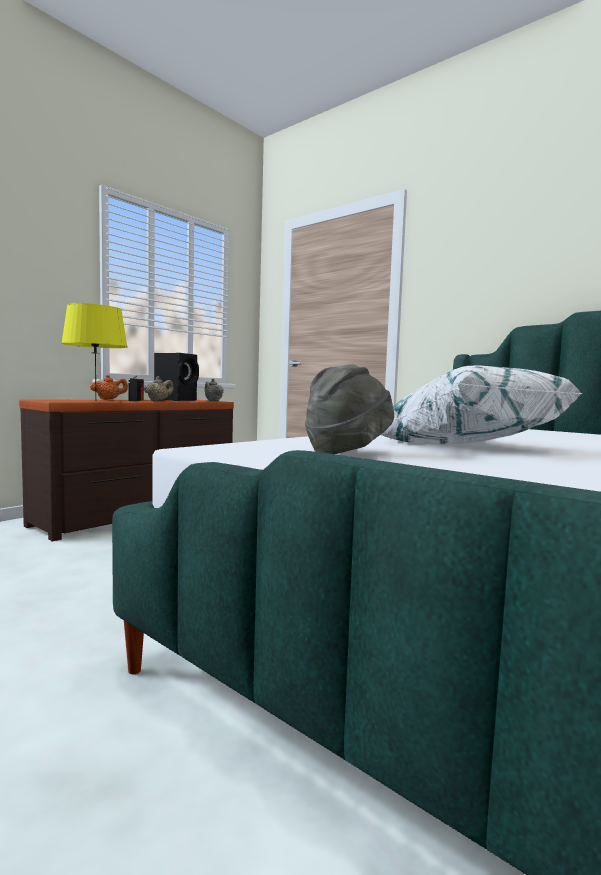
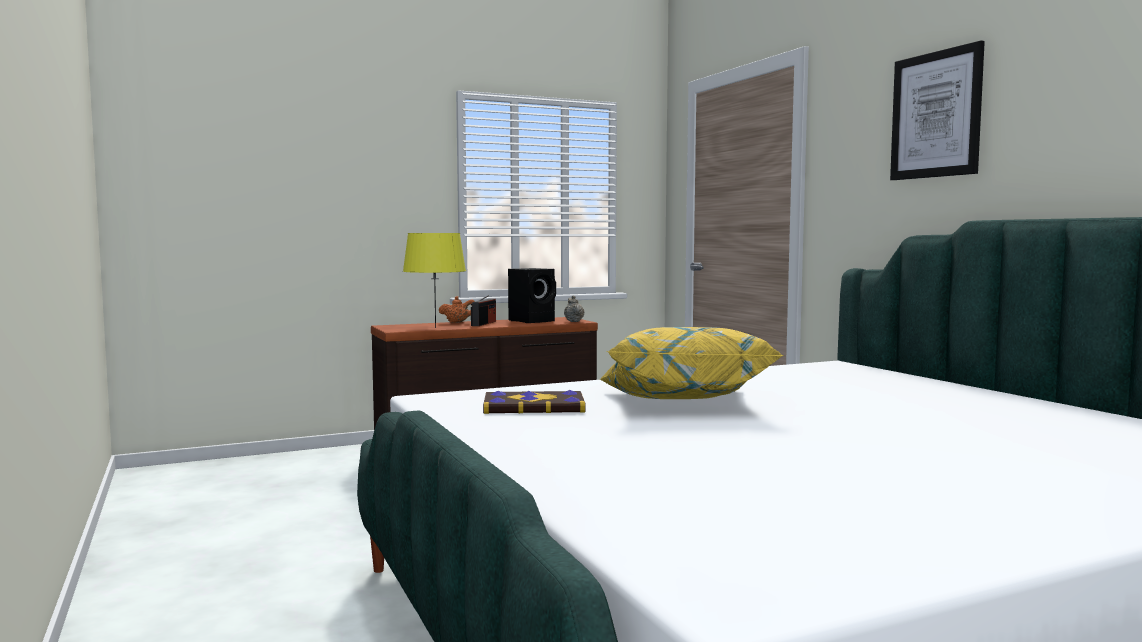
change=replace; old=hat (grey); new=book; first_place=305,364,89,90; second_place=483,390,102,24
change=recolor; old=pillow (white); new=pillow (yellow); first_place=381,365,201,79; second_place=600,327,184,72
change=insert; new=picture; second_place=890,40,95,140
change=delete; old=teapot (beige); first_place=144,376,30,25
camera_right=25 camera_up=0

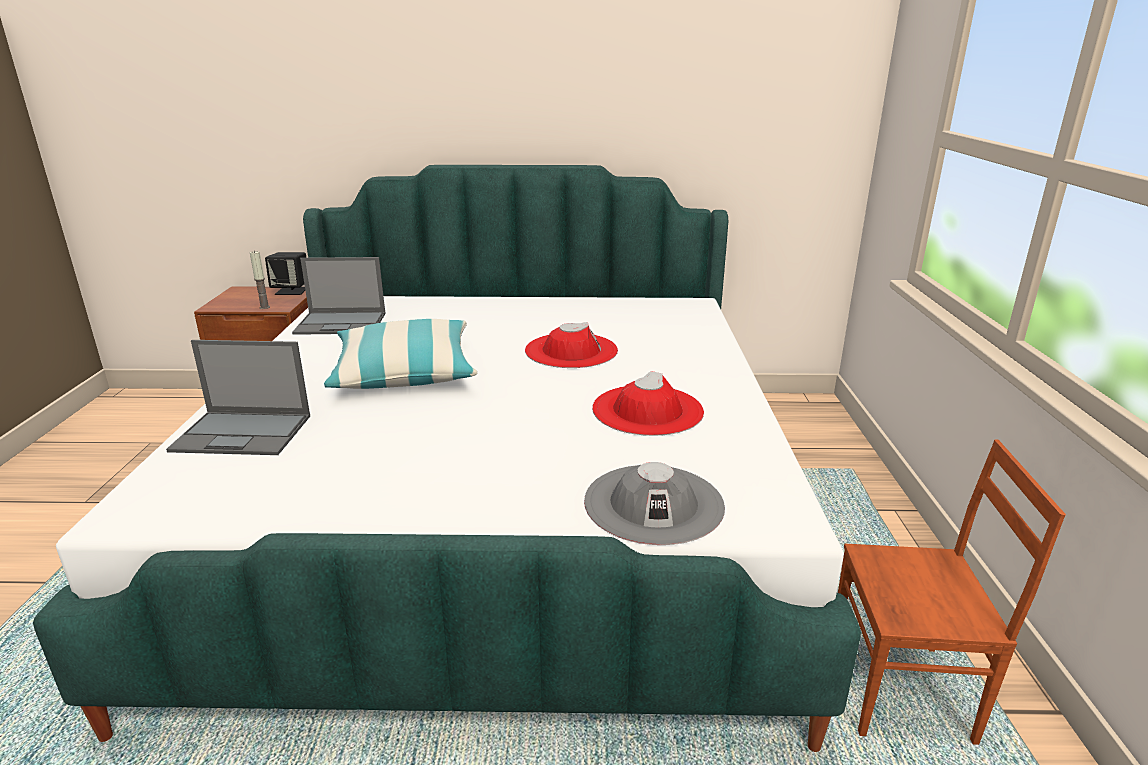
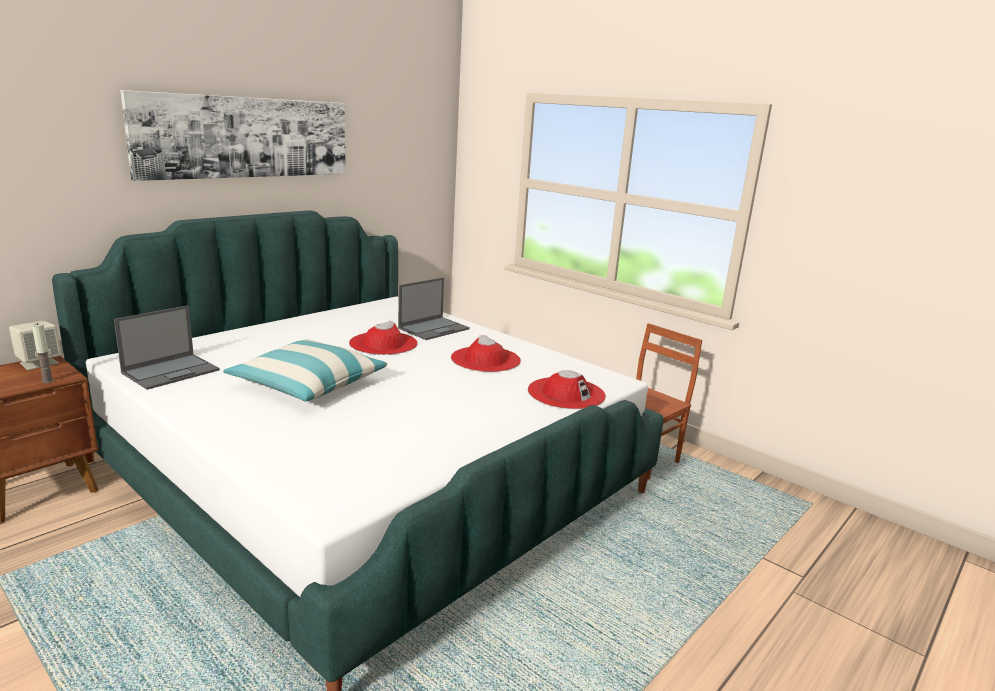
change=recolor; old=speaker (black); new=speaker (beige); first_place=265,252,41,43; second_place=9,321,53,49
change=insert; new=picture; second_place=120,90,226,91
change=move; old=laptop; first_place=166,340,144,115; second_place=398,277,72,63
change=recolor; old=hat (grey); new=hat (red); first_place=584,462,141,83; second_place=528,370,78,39
camera_right=-50 camera_up=-5

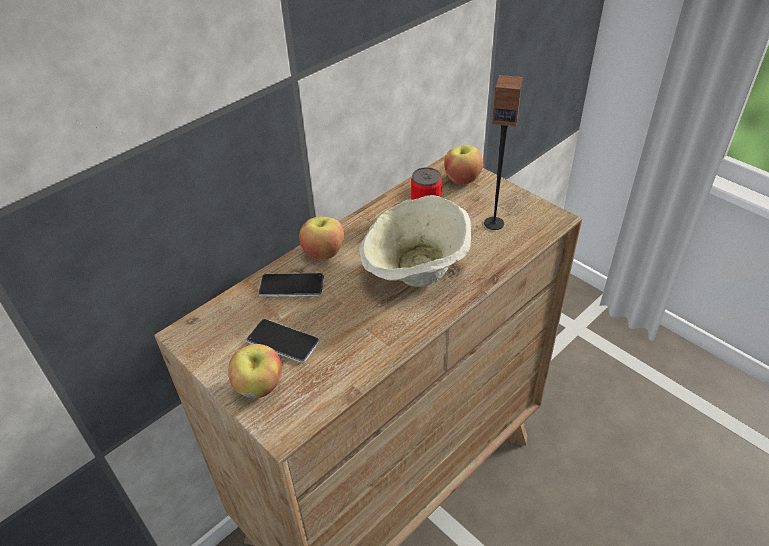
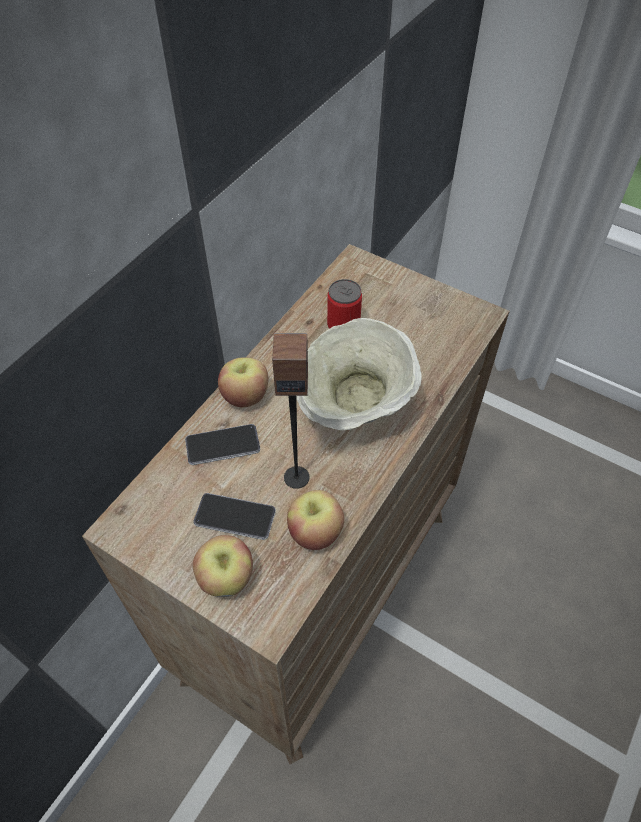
change=move; old=speaker; first_place=484,75,39,155; second_place=272,333,38,156
change=move; old=apple; first_place=444,145,39,40; second_place=287,490,57,60
camera_right=-15 camera_up=10

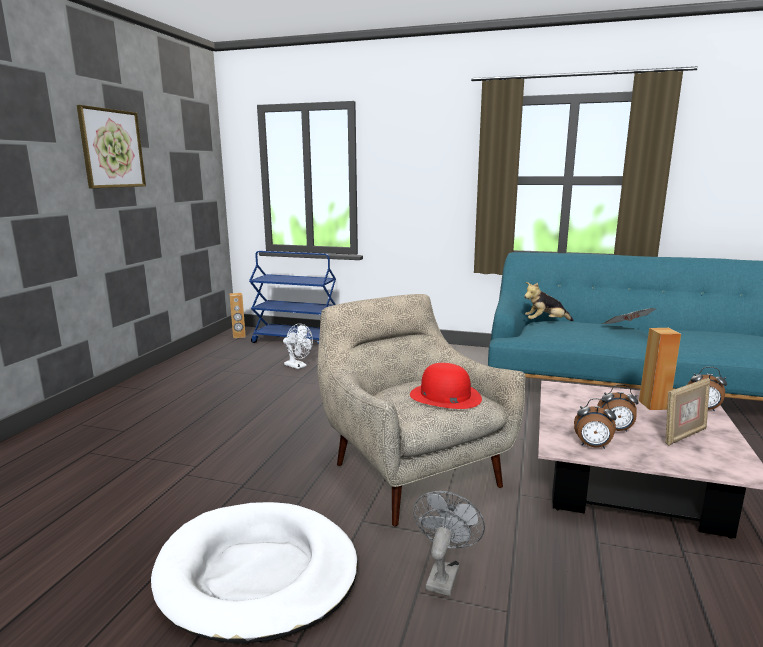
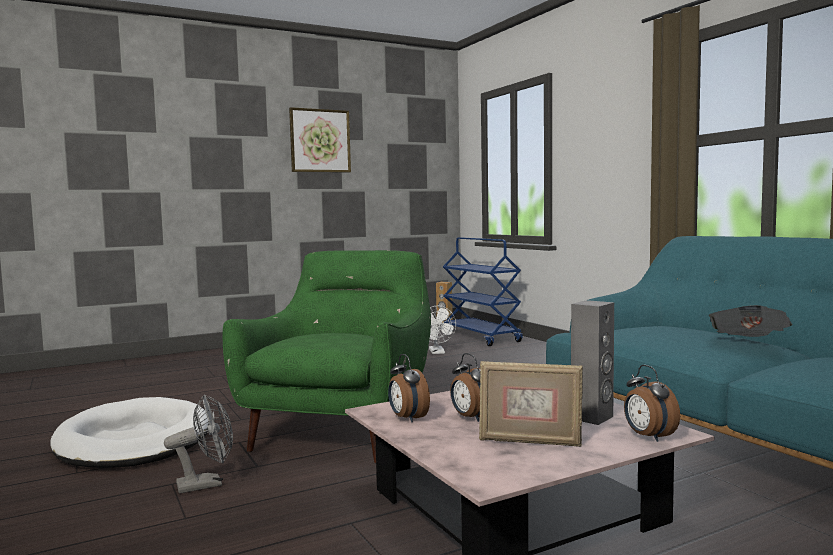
change=recolor; old=armchair (beige); new=armchair (green); first_place=317,294,208,232; second_place=223,250,208,213
change=recolor; old=speaker (brown); new=speaker (grey); first_place=639,328,42,82; second_place=571,300,43,125
change=delete; old=hat (red); first_place=410,363,72,46
change=delete; old=plush toy; first_place=524,282,50,39
camera_right=45 camera_up=-10

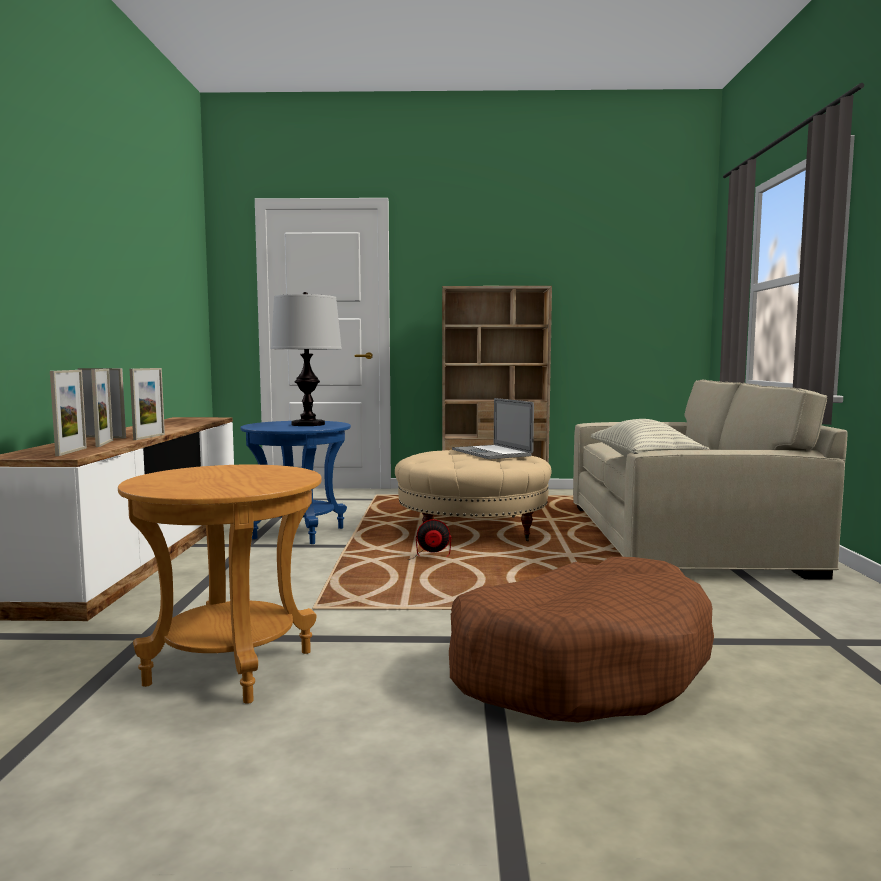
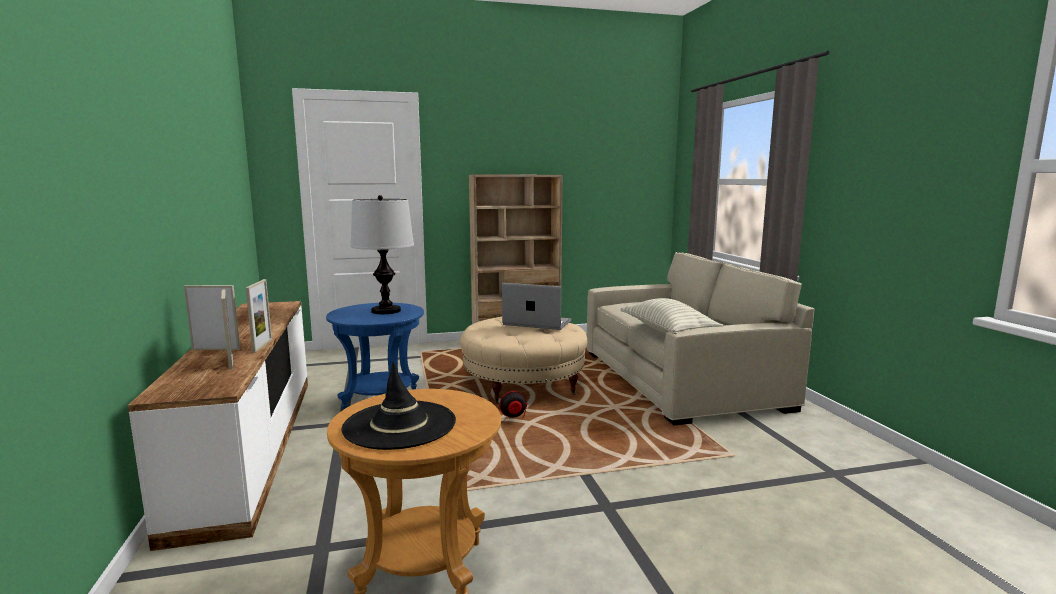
change=insert; new=hat (black); second_place=342,361,114,89
change=rotate; old=laptop; first_place=452,398,82,61; second_place=502,283,69,47; degrees=150
change=delete; old=picture frame; first_place=50,370,37,86
change=delete; old=dog bed (brown); first_place=449,557,265,165
camera_right=-15 camera_up=5

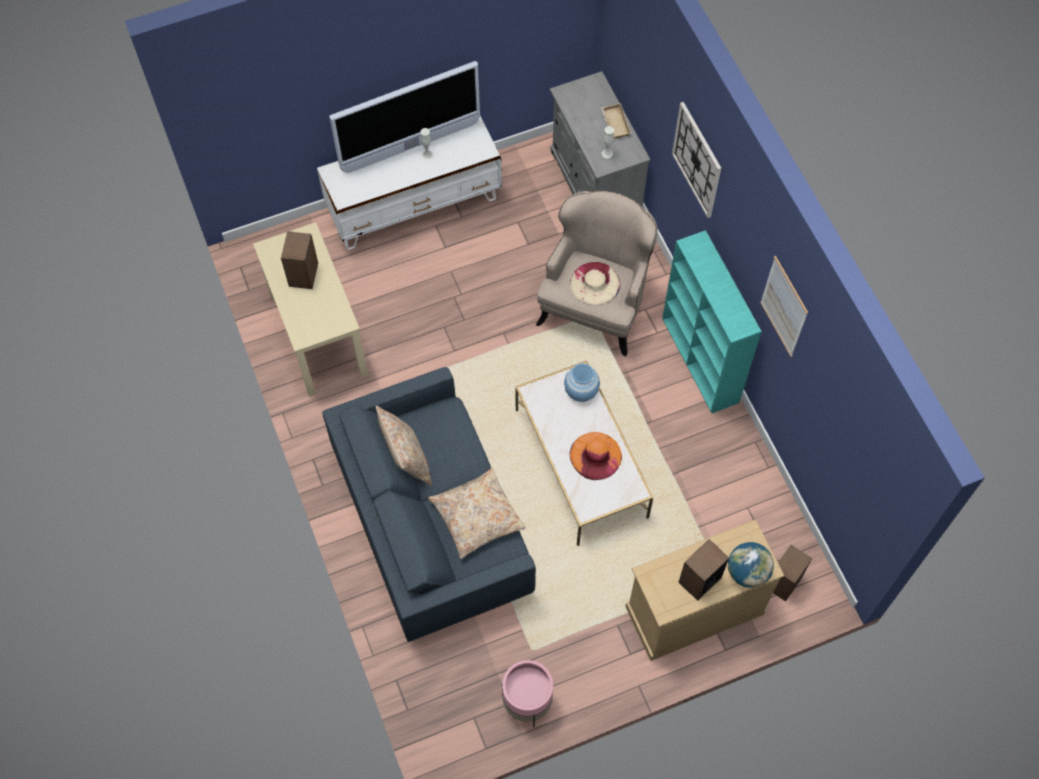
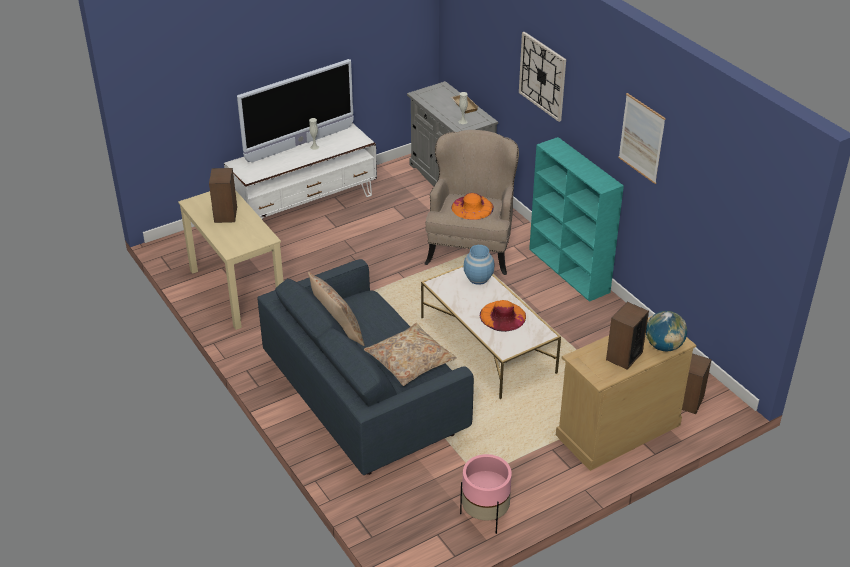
change=recolor; old=hat (beige); new=hat (orange); first_place=570,262,50,43; second_place=451,193,43,27
camera_right=-10 camera_up=-25

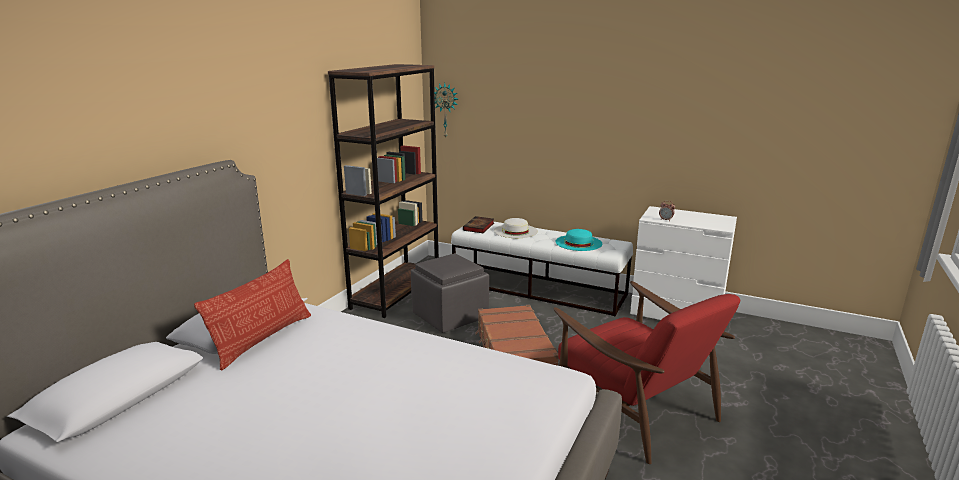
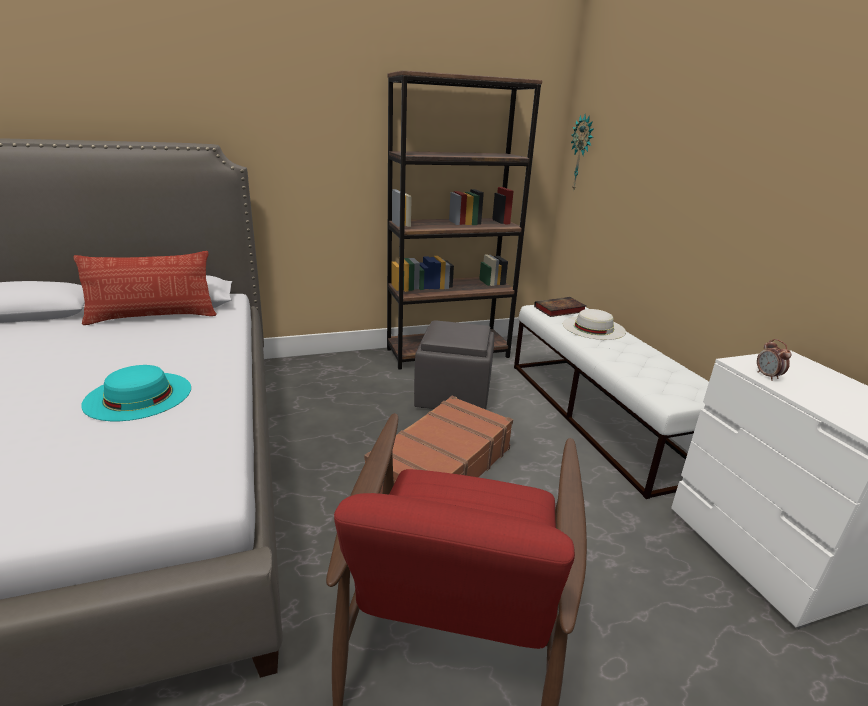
change=move; old=hat (turquoise); first_place=555,229,47,22; second_place=81,365,110,56
camera_right=45 camera_up=5

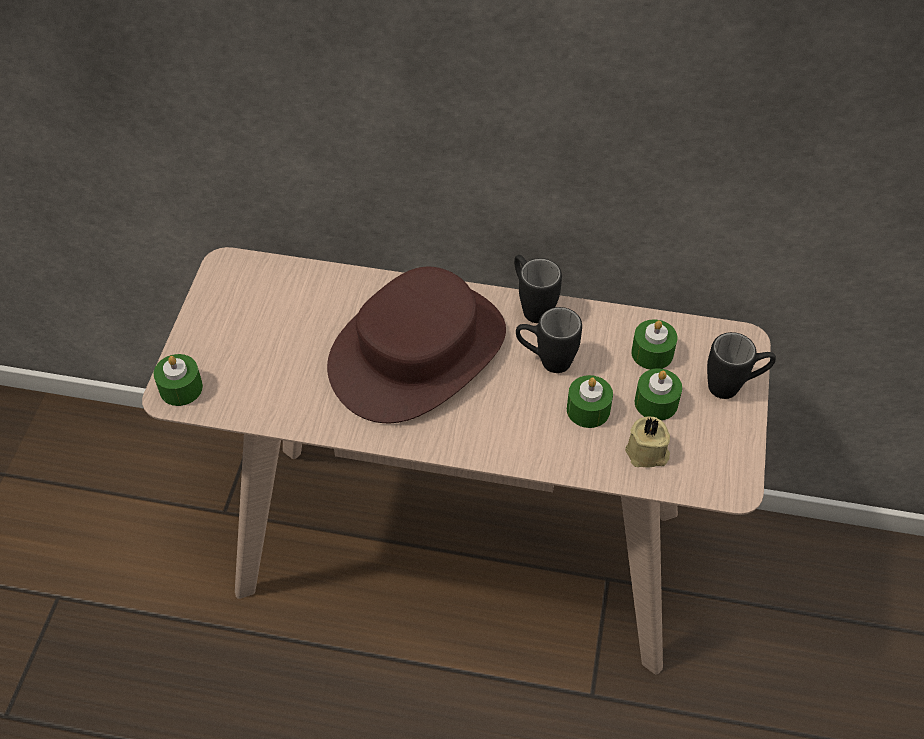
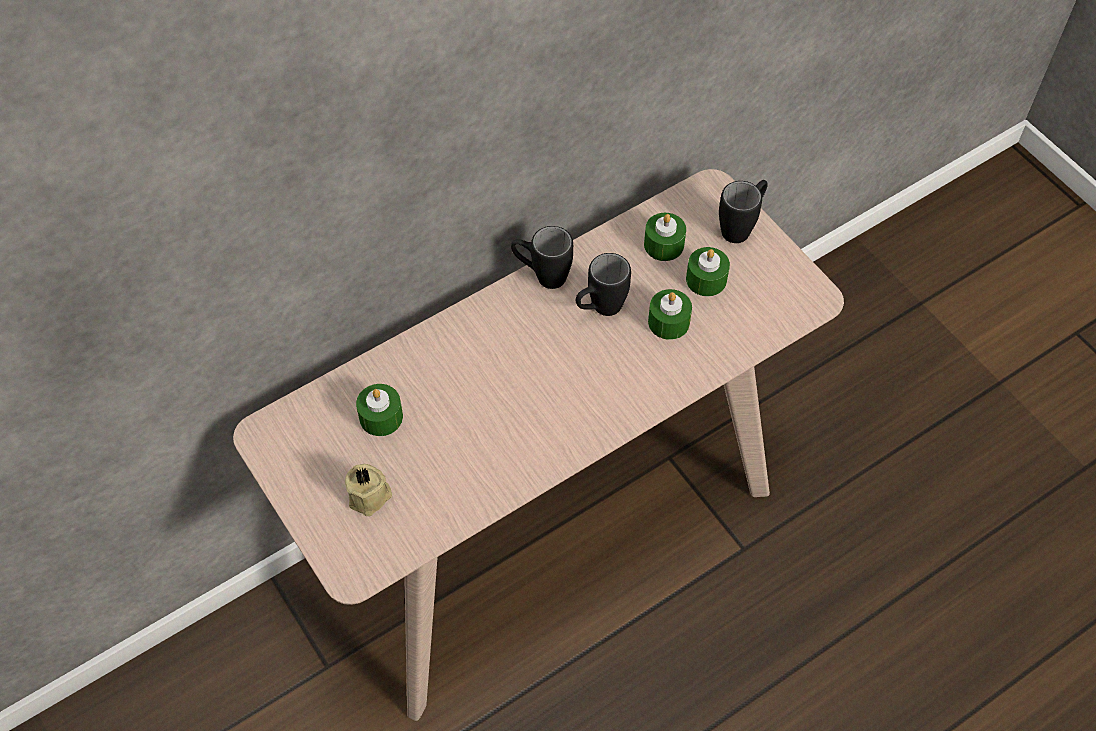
change=move; old=candle (beige); first_place=625,417,45,51; second_place=345,464,47,52
change=move; old=candle (green); first_place=154,354,49,52; second_place=356,384,47,52
change=delete; old=hat (brown); first_place=327,267,179,156
camera_right=-45 camera_up=5

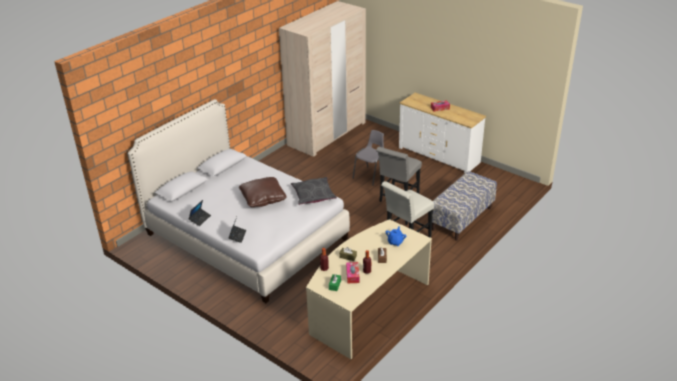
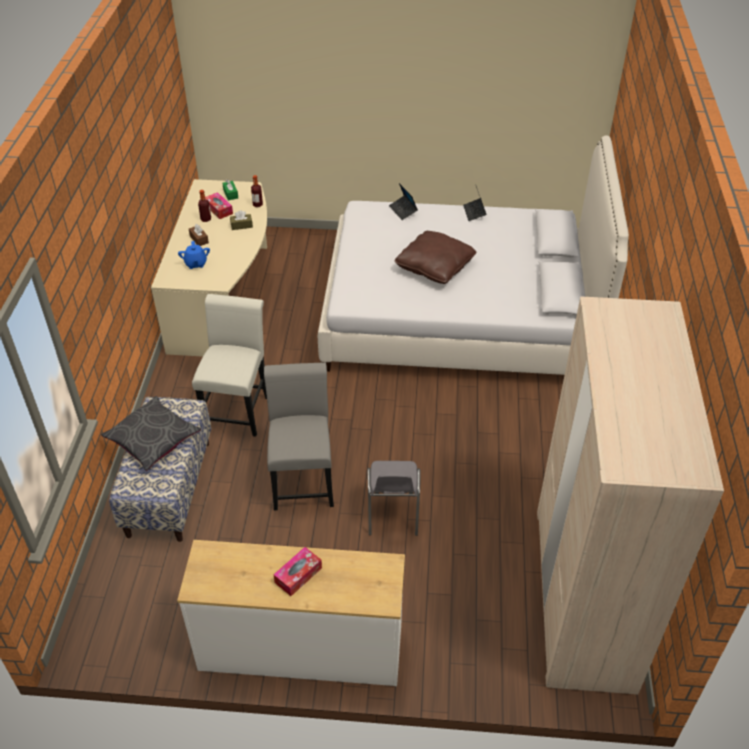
change=move; old=pillow (grey); first_place=291,177,46,28; second_place=101,396,100,75
camera_right=145 camera_up=10

